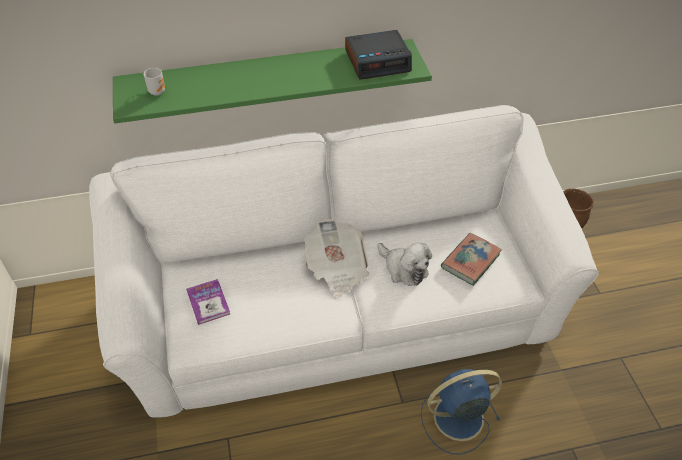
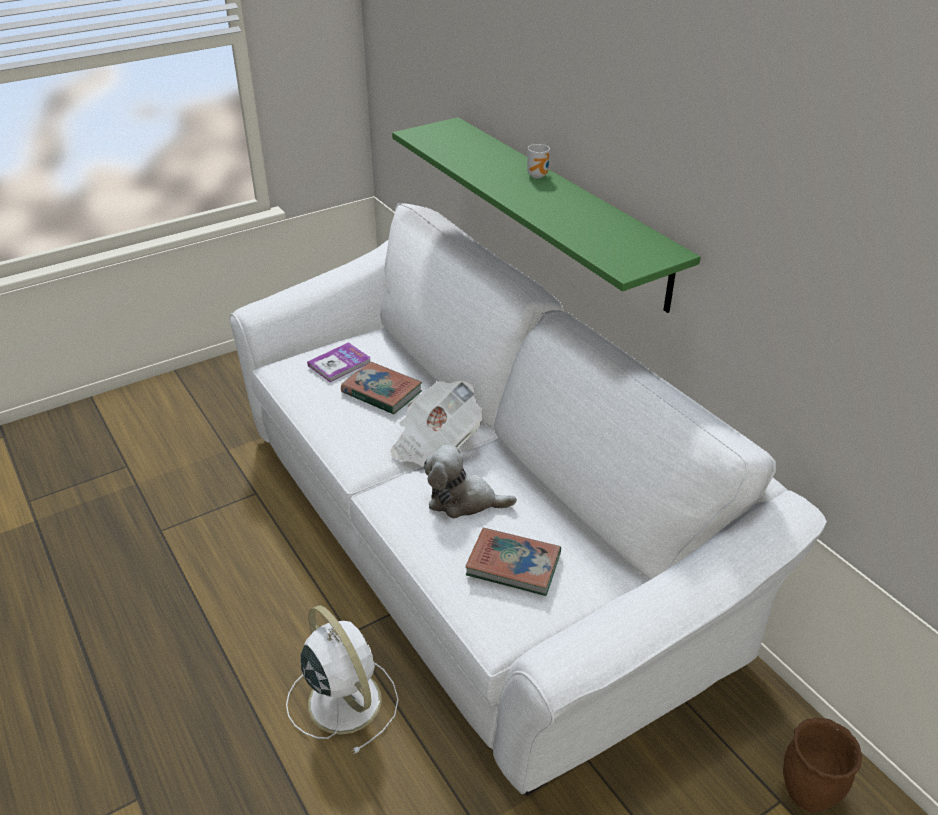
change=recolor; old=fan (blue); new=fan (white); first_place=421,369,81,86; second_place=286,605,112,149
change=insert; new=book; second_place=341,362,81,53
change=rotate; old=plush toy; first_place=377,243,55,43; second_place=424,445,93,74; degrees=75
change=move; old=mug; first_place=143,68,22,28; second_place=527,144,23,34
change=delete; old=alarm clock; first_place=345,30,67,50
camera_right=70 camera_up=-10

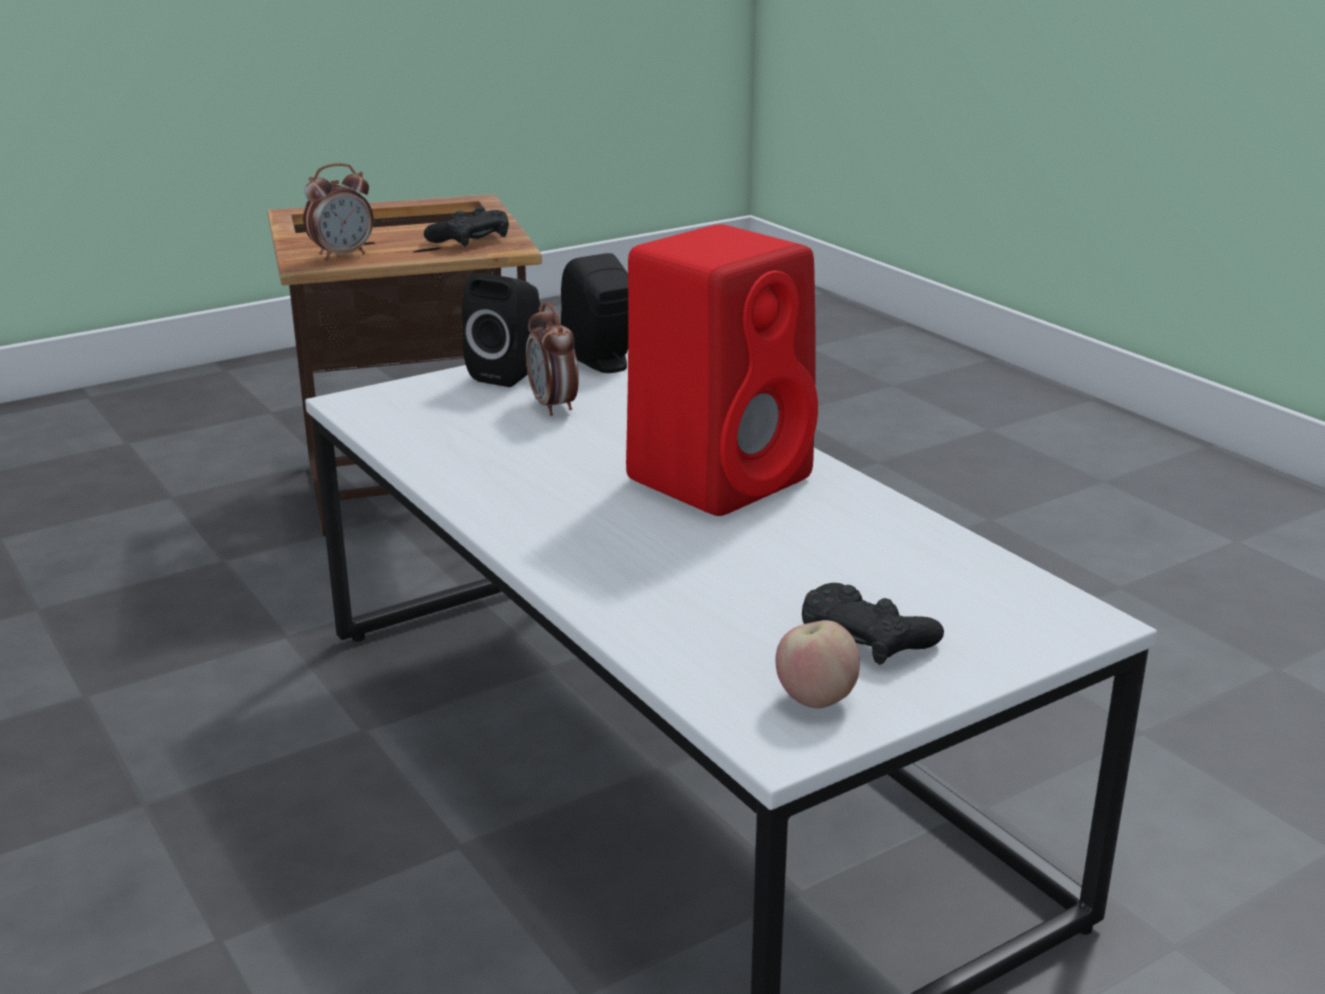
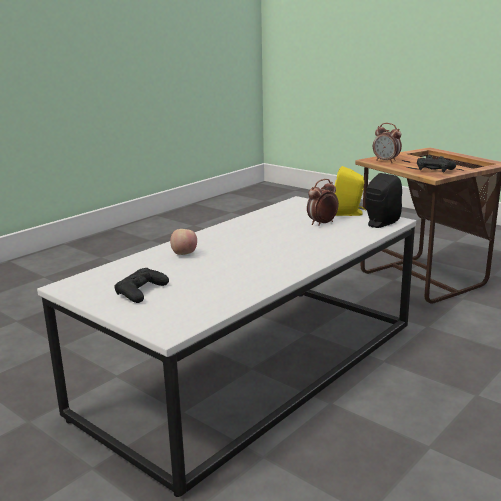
change=move; old=apple; first_place=775,620,85,88; second_place=170,229,27,26
change=recolor; old=speaker (black); new=speaker (yellow); first_place=462,273,78,114; second_place=335,166,31,50
change=delete; old=speaker (red); first_place=626,224,192,292
camera_right=75 camera_up=-5

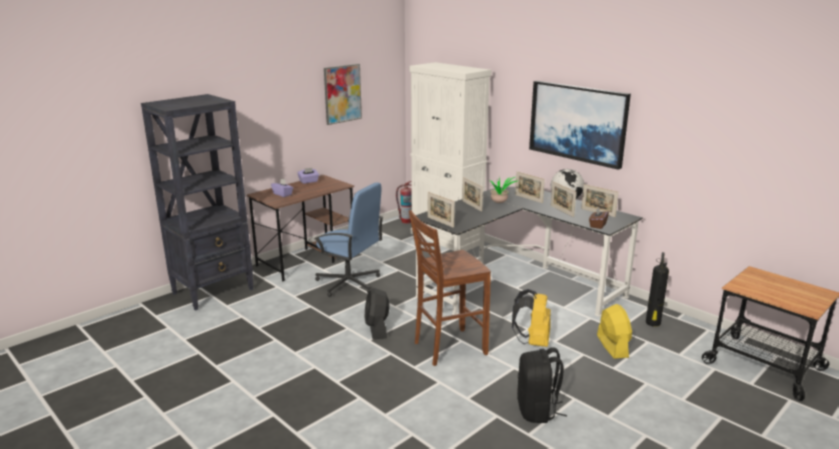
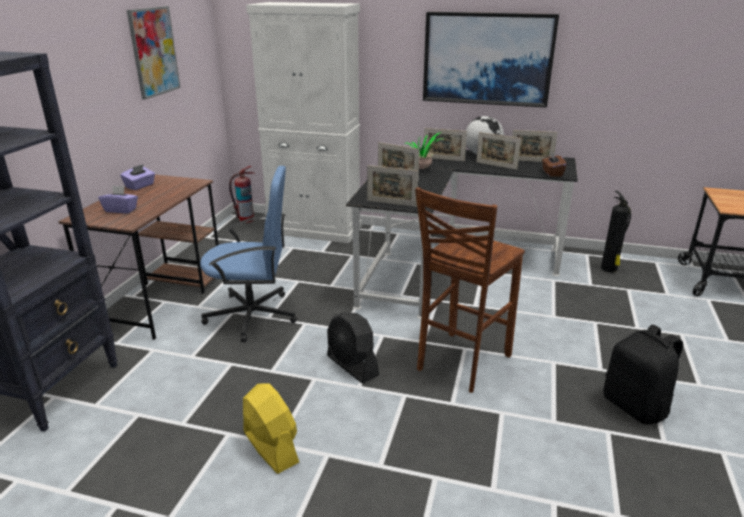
change=move; old=fan (yellow); first_place=597,304,35,55; second_place=243,384,56,90
change=delete; old=backpack (yellow); first_place=512,289,39,58
camera_right=-30 camera_up=5

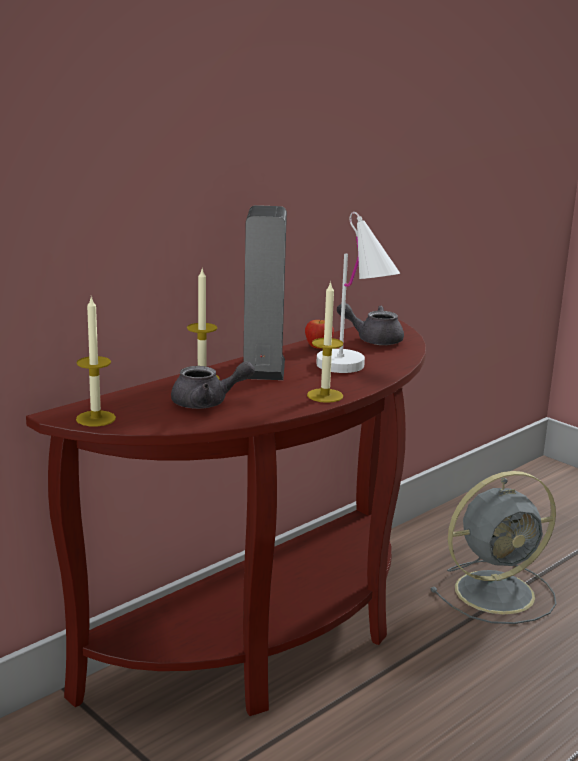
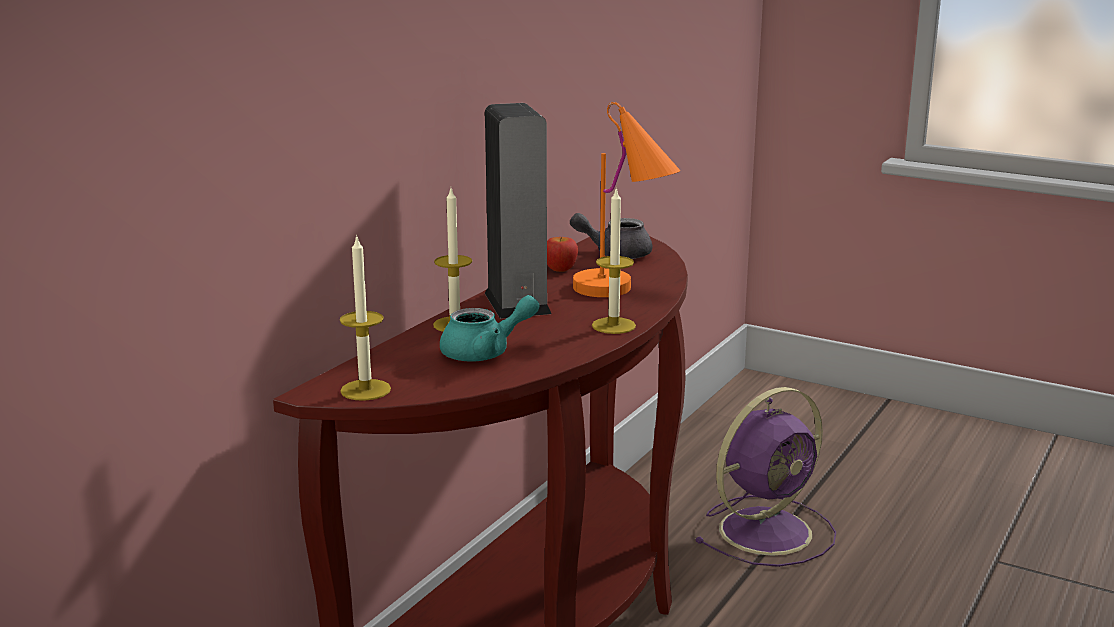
change=recolor; old=teapot (grey); new=teapot (turquoise); first_place=171,361,84,48; second_place=440,295,99,66
change=recolor; old=table lamp (white); new=table lamp (orange); first_place=316,212,84,161; second_place=573,102,108,195
change=recolor; old=fan (grey); new=fan (purple); first_place=430,471,126,153; second_place=694,387,142,180
camera_right=-15 camera_up=0

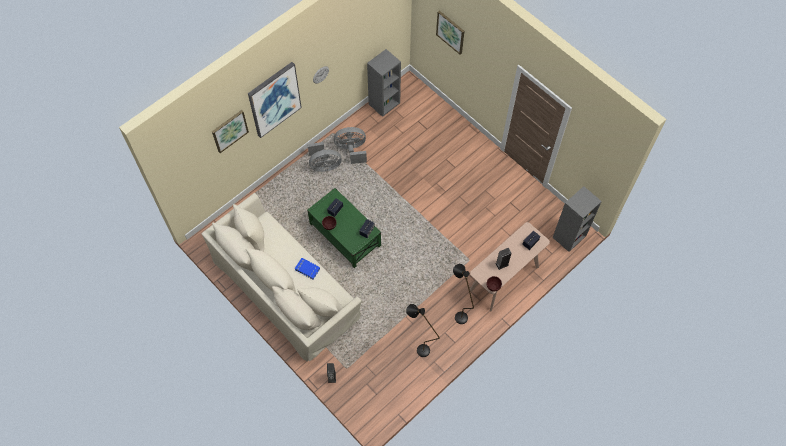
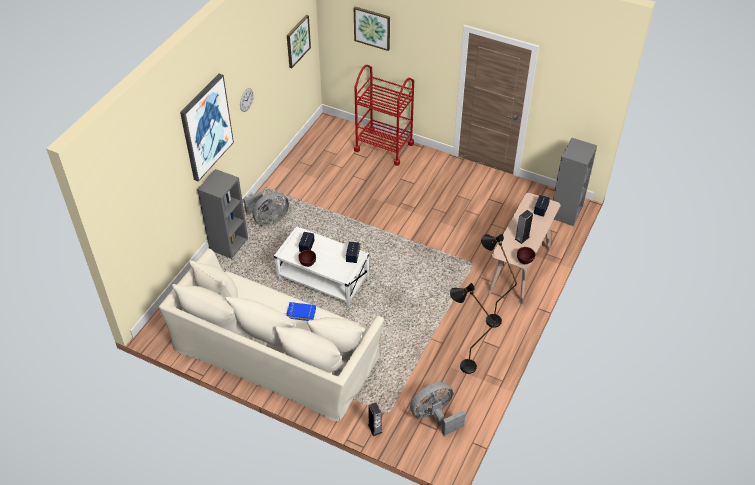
change=move; old=bookcase (grey); first_place=367,49,34,68; second_place=197,169,51,90
change=recolor; old=coffee table (green); new=coffee table (white); first_place=307,188,74,80; second_place=274,226,95,82
change=move; old=picture; first_place=212,110,37,43; second_place=287,15,24,53
change=insert; new=cart (red); second_place=354,65,60,101
change=move; old=fan (grey); first_place=334,127,33,37; second_place=410,382,55,54
camera_right=-20 camera_up=-15

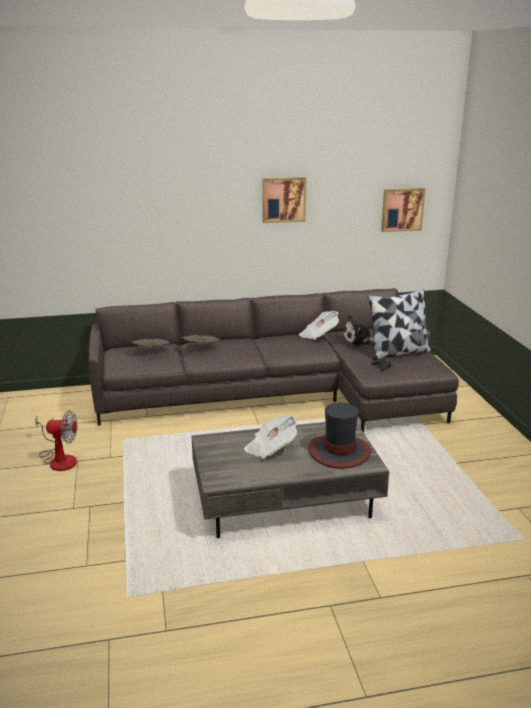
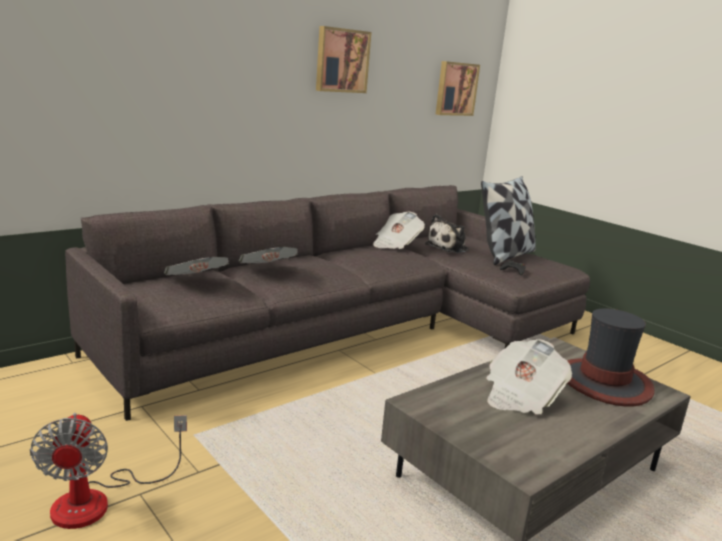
change=rotate; old=fan; first_place=35,411,43,60; second_place=30,413,157,116; degrees=105
camera_right=-30 camera_up=-5

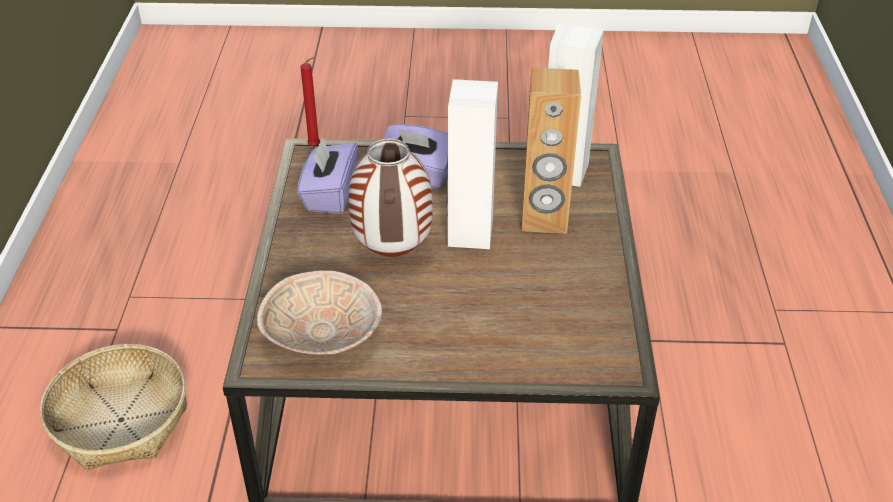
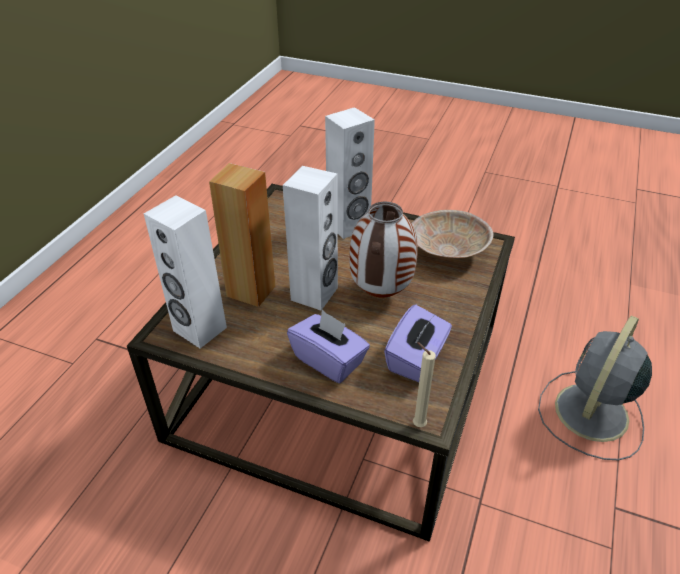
change=insert; new=speaker (white); second_place=325,107,50,132
change=recolor; old=candle (red); new=candle (beige); first_place=300,56,20,91; second_place=413,342,23,85
change=replace; old=basket; new=fan (grey); first_place=40,344,147,126; second_place=538,316,114,144
camera_right=-160 camera_up=0

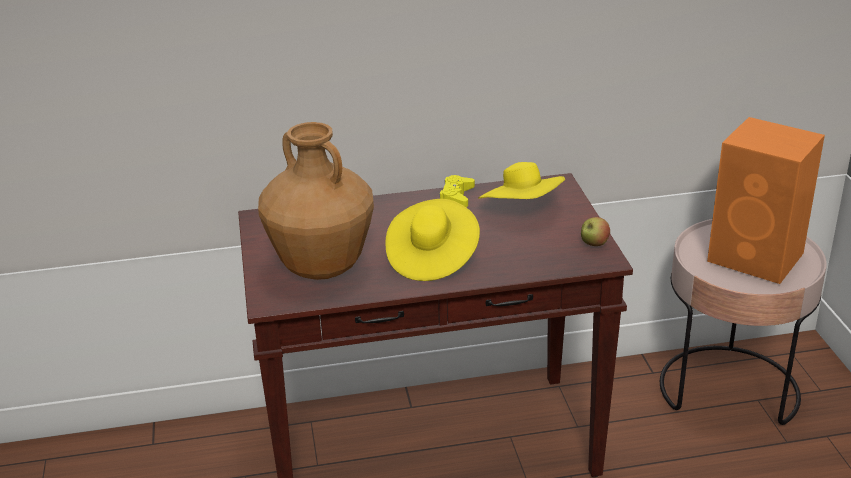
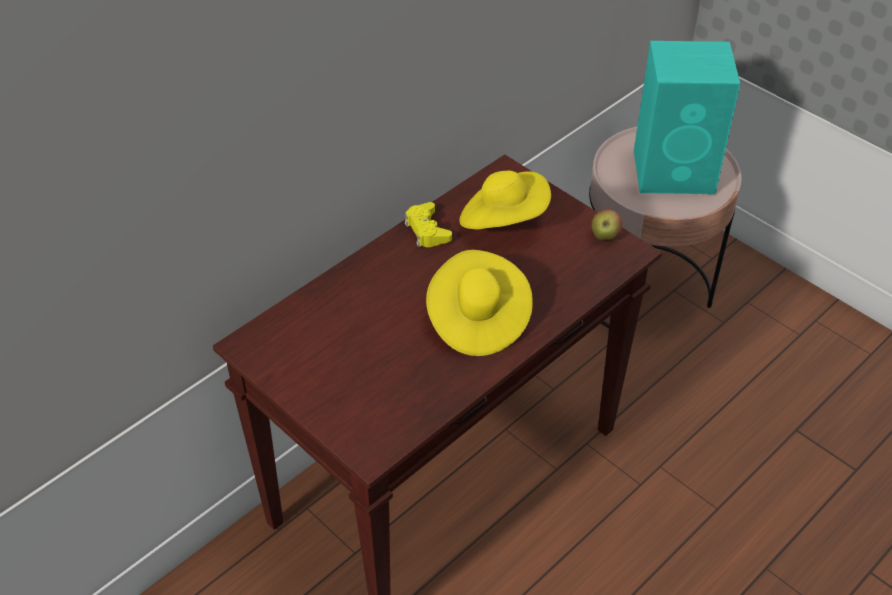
change=recolor; old=speaker (orange); new=speaker (turquoise); first_place=707,117,118,167; second_place=634,41,106,153
change=delete; old=vase (brown); first_place=258,122,116,158
camera_right=-35 camera_up=15

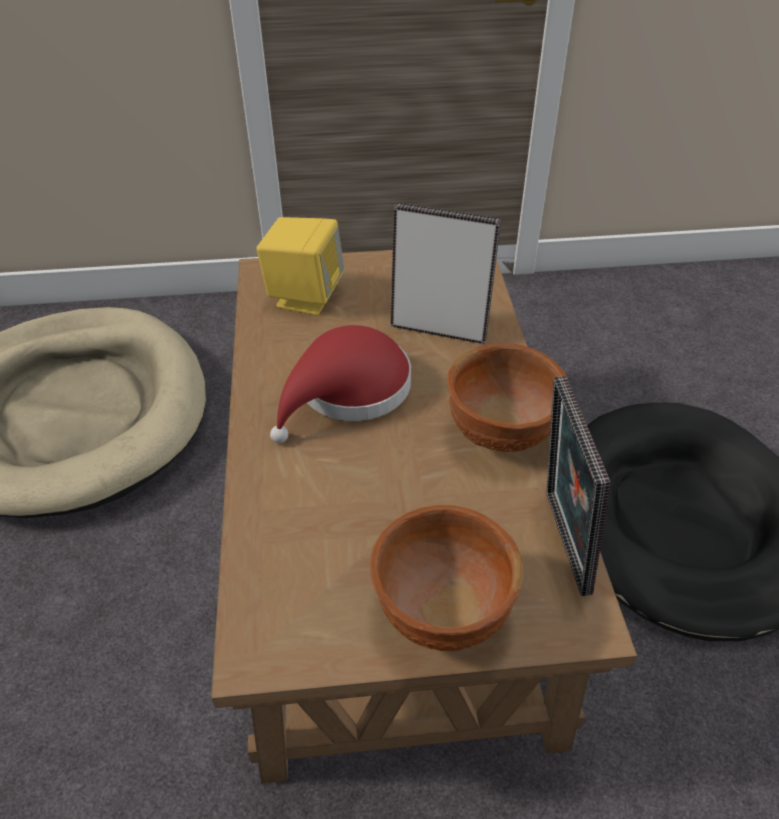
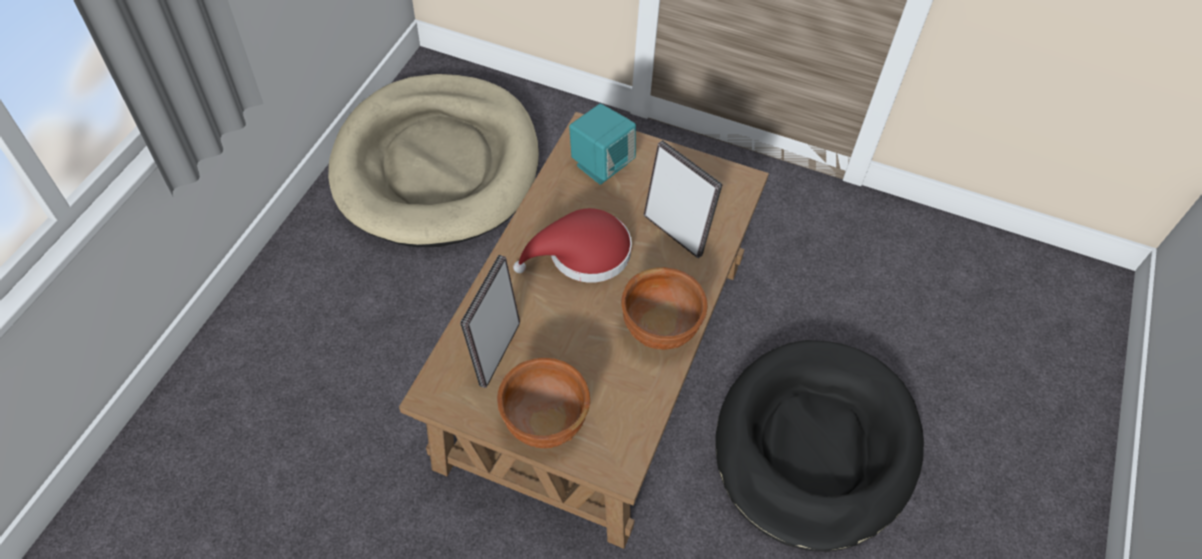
change=move; old=picture frame; first_place=546,376,64,220; second_place=460,255,60,133
change=recolor; old=speaker (yellow); new=speaker (turquoise); first_place=257,217,87,98; second_place=569,104,67,81
camera_right=25 camera_up=10

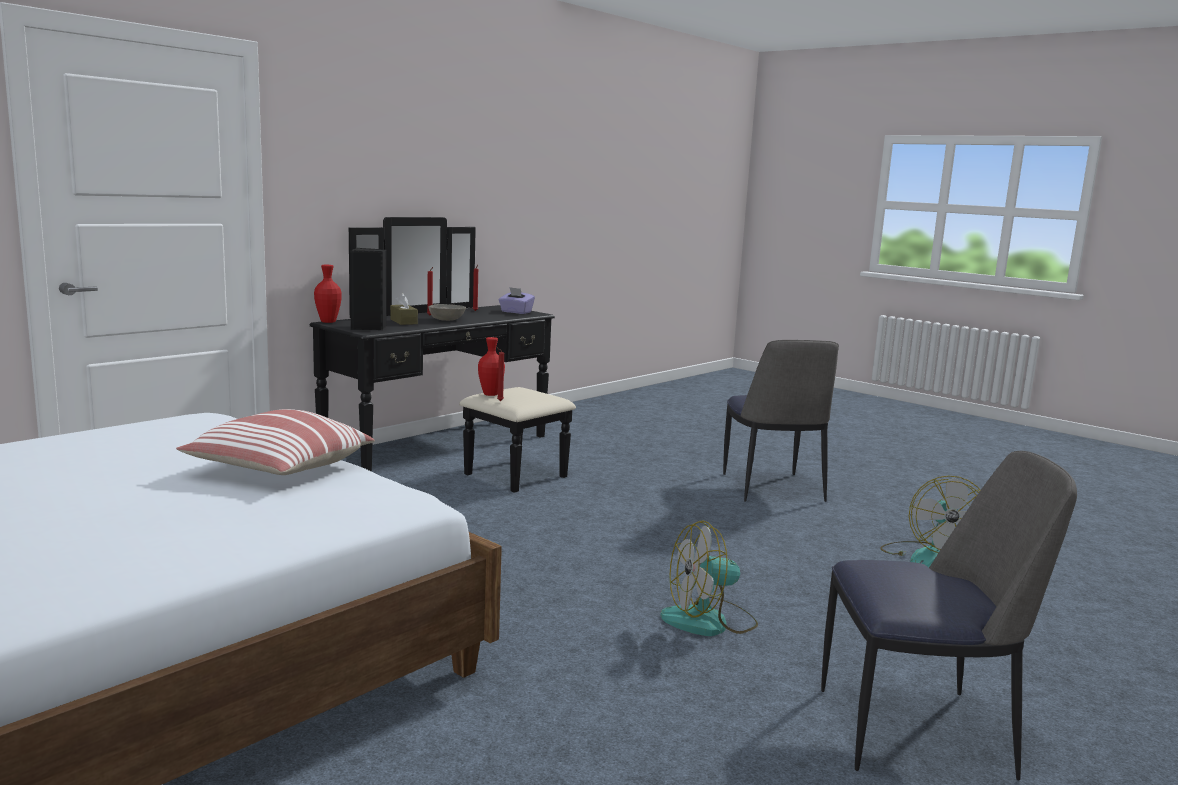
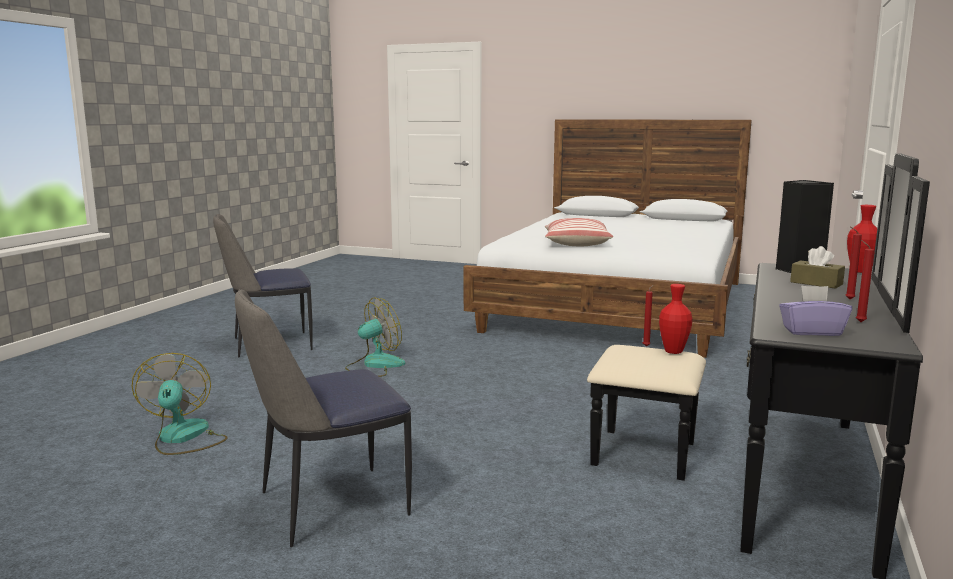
change=rotate; old=chair; first_place=723,340,116,162; second_place=235,289,177,258; degrees=-90
change=delete; old=bowl (grey); first_place=428,304,38,17
camera_right=160 camera_up=0

